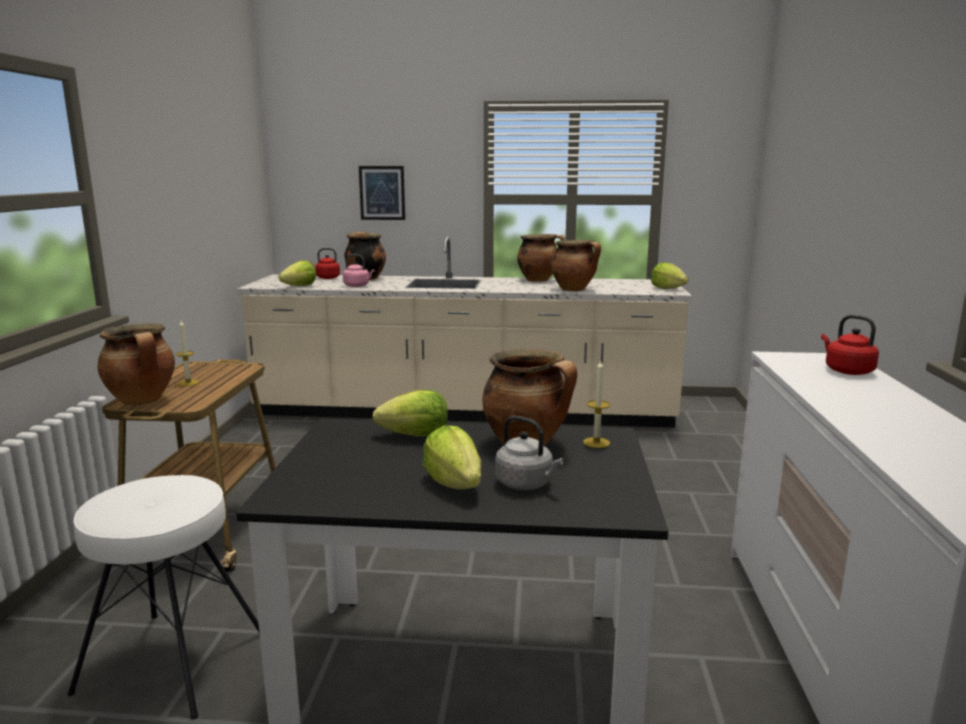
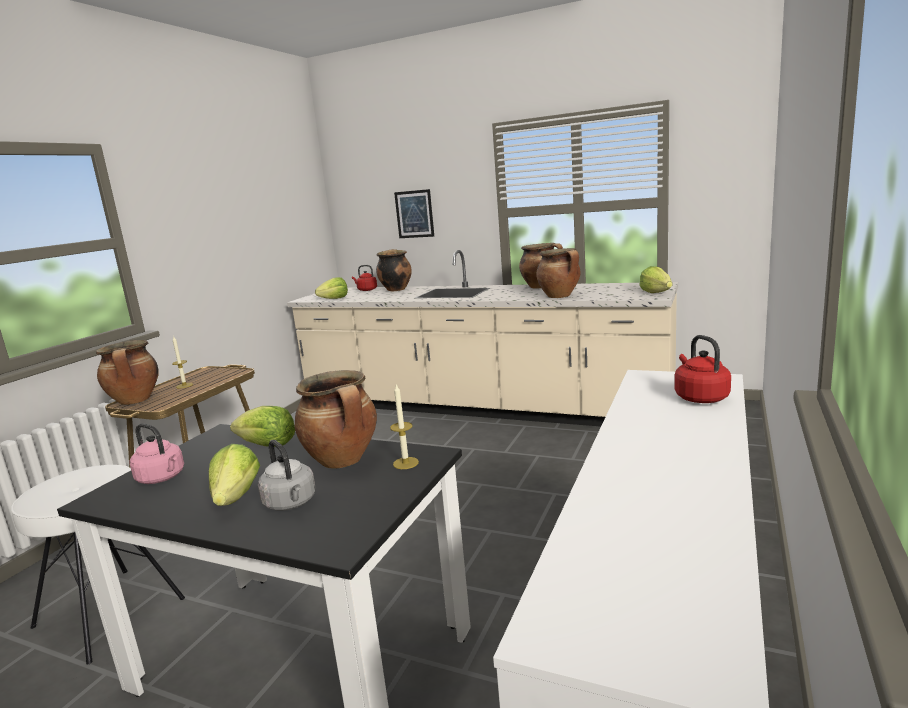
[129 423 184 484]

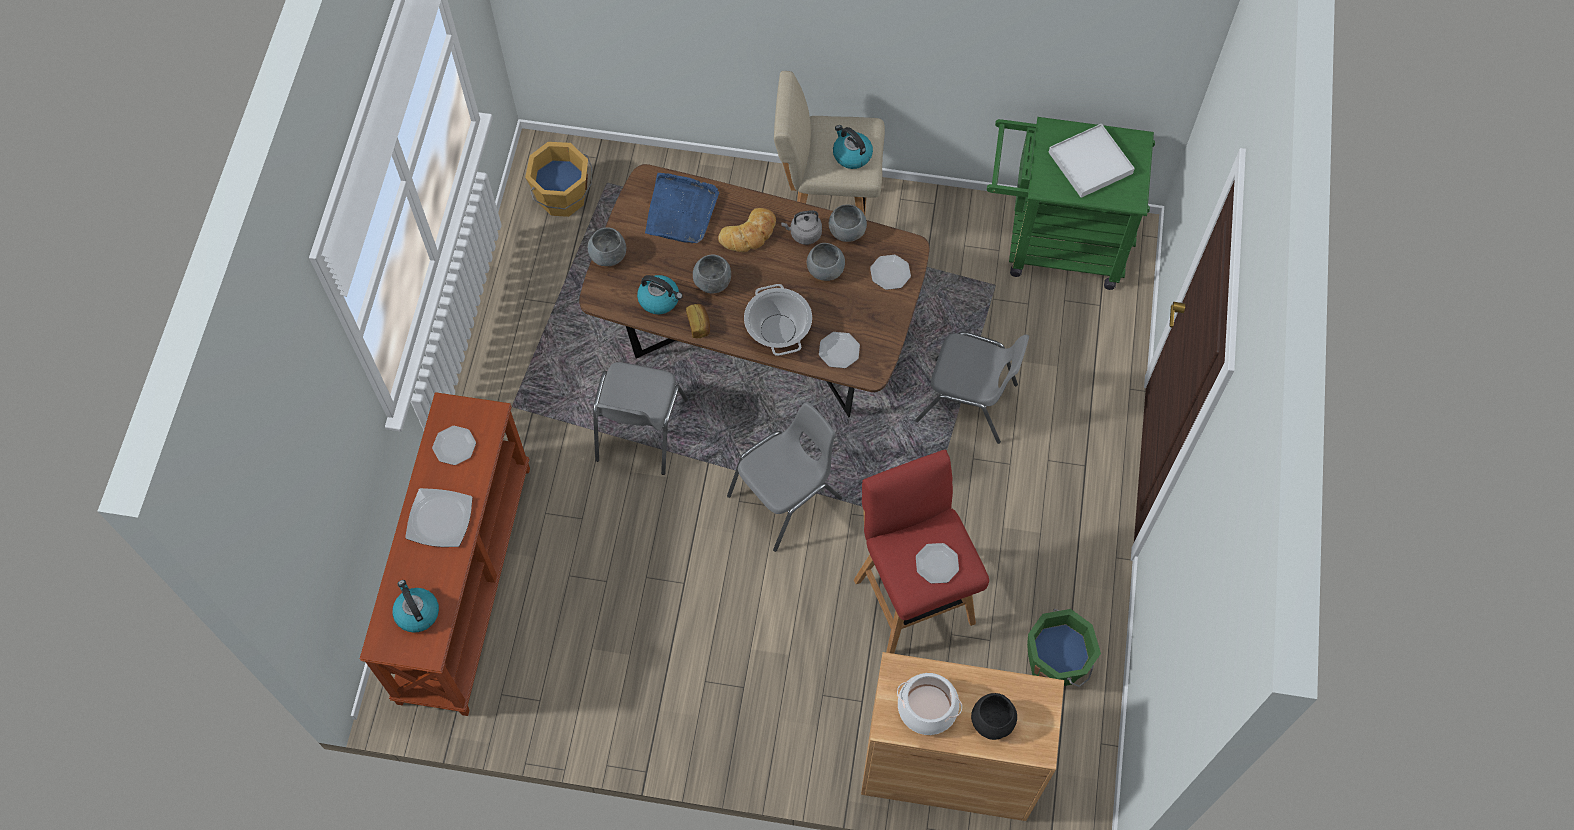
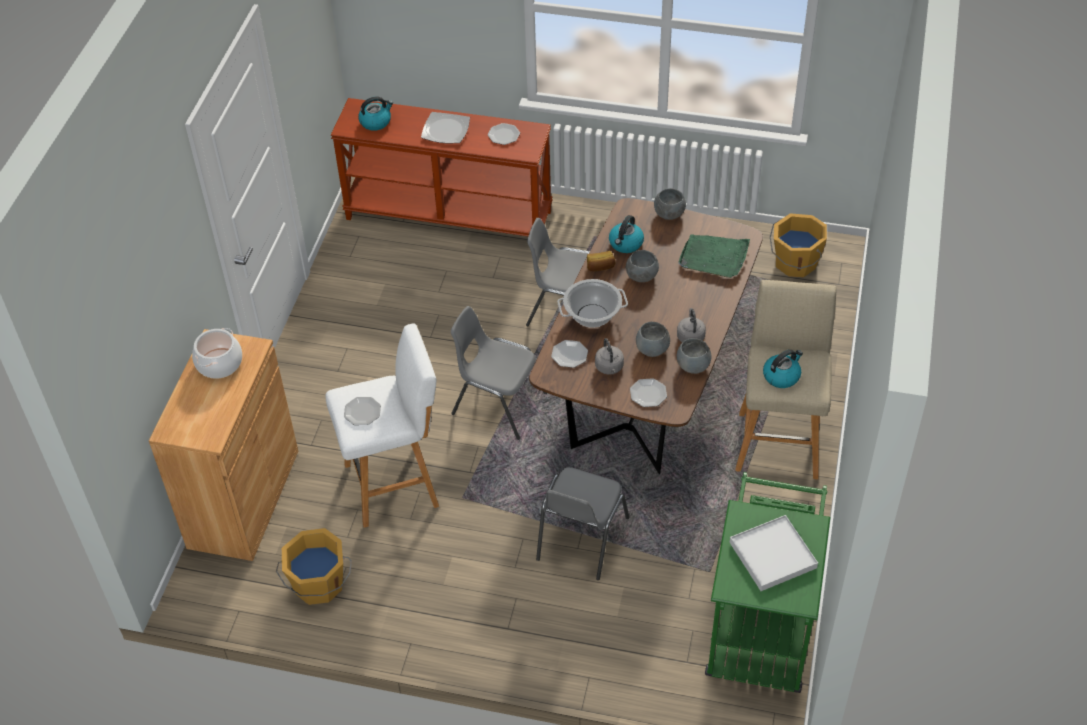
[718 208 776 252] (first image)
[971 693 1017 740] (first image)
[595 338 624 375]
[678 234 750 278]
[325 323 439 528]
[276 528 352 605]
[451 306 547 440]

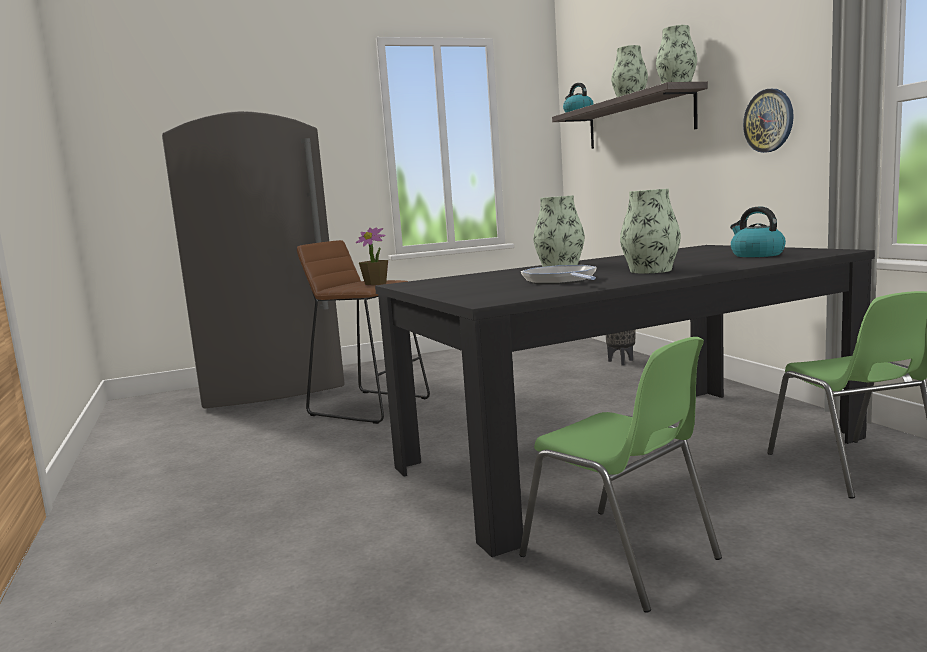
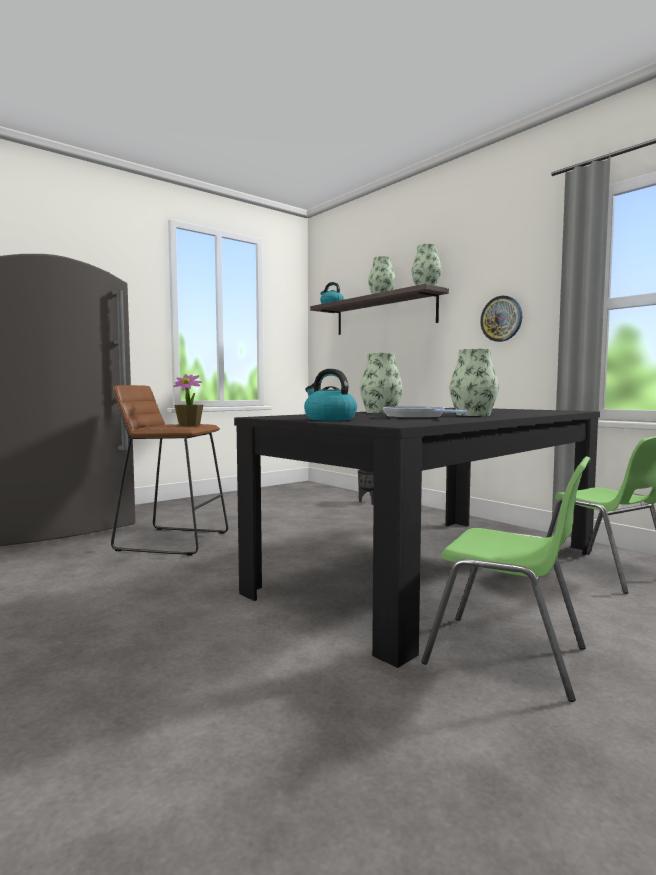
[304 369 357 421]

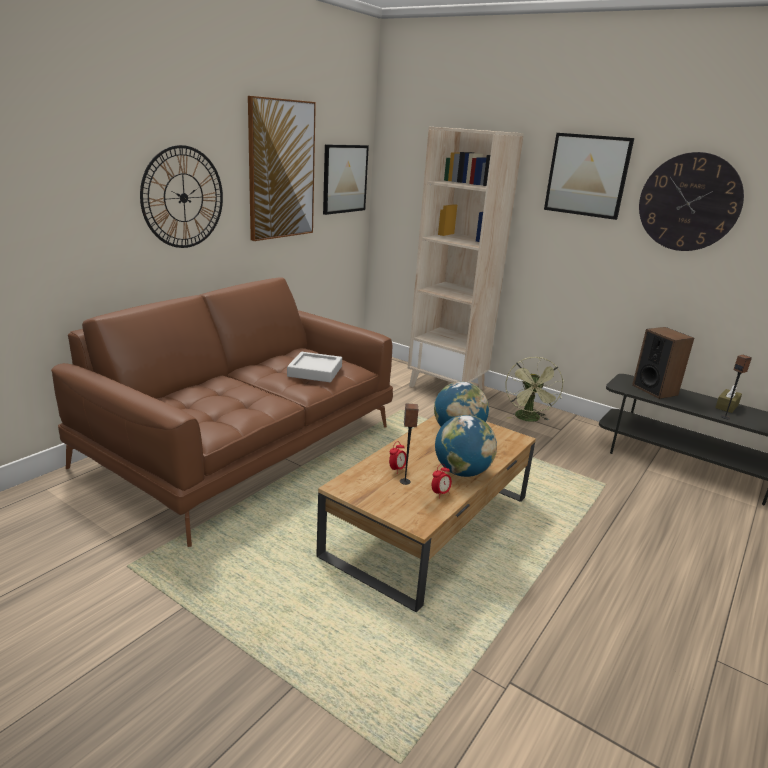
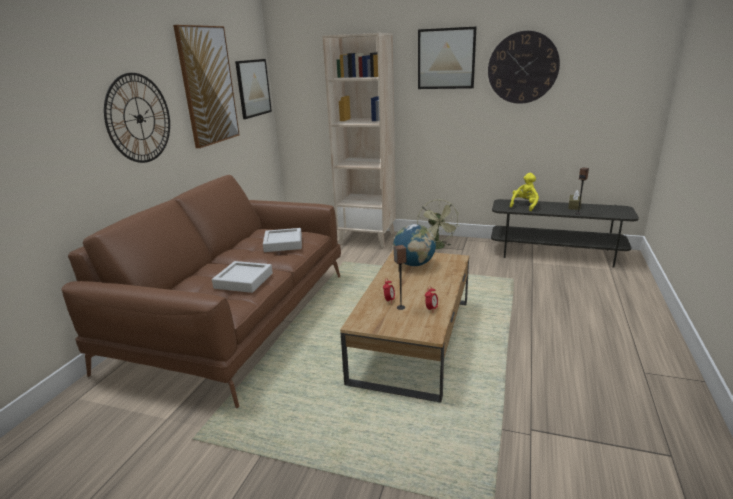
[435 415 497 477] (first image)
[212 261 273 293]
[510 173 539 211]

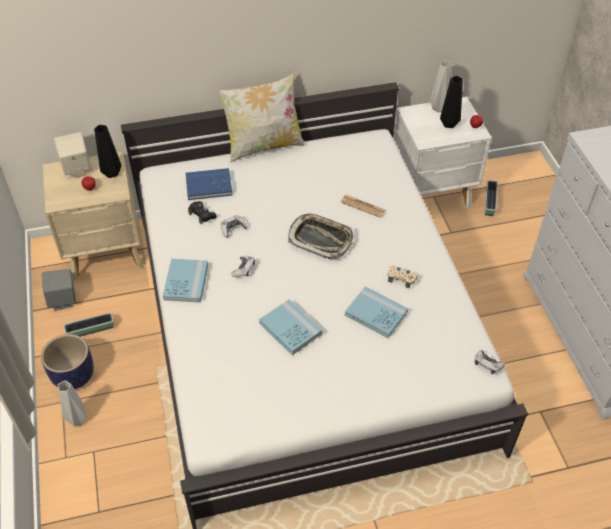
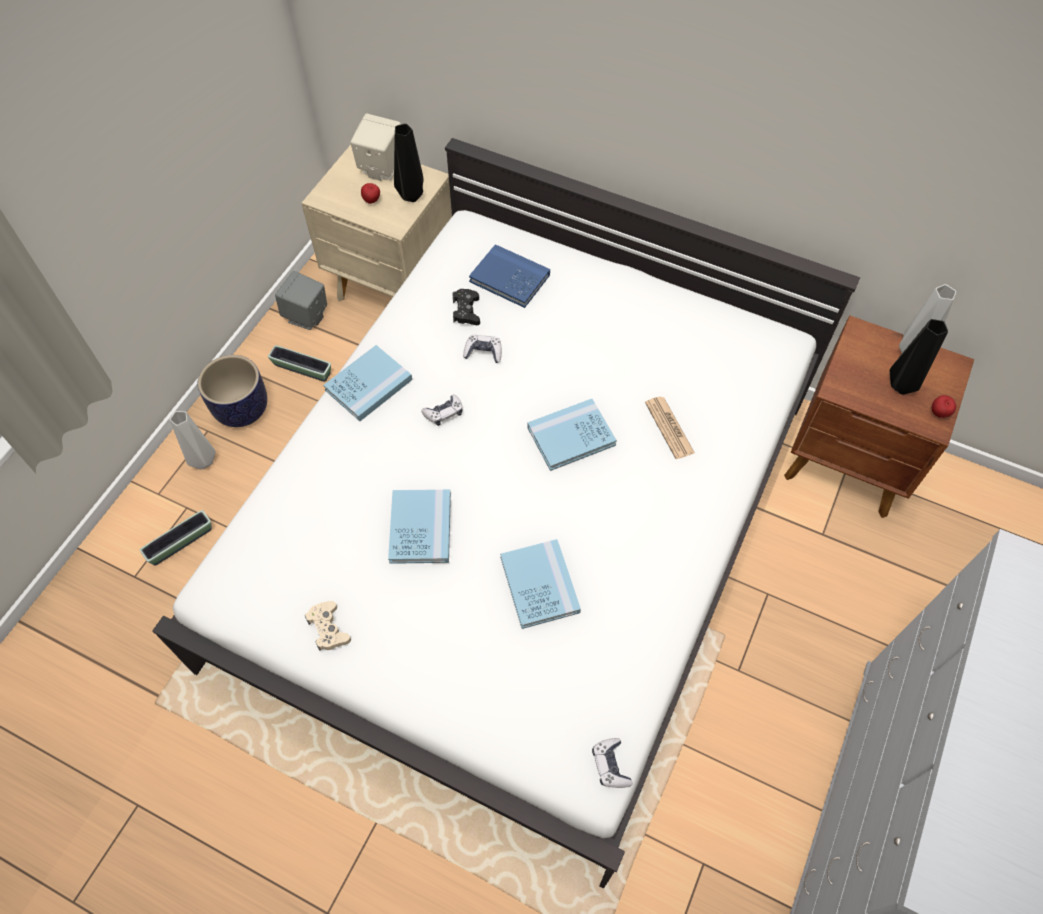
[218 73 304 162] (first image)
[305 601 351 651]
[140 510 212 566]
[527 399 617 471]
[784 316 974 518]

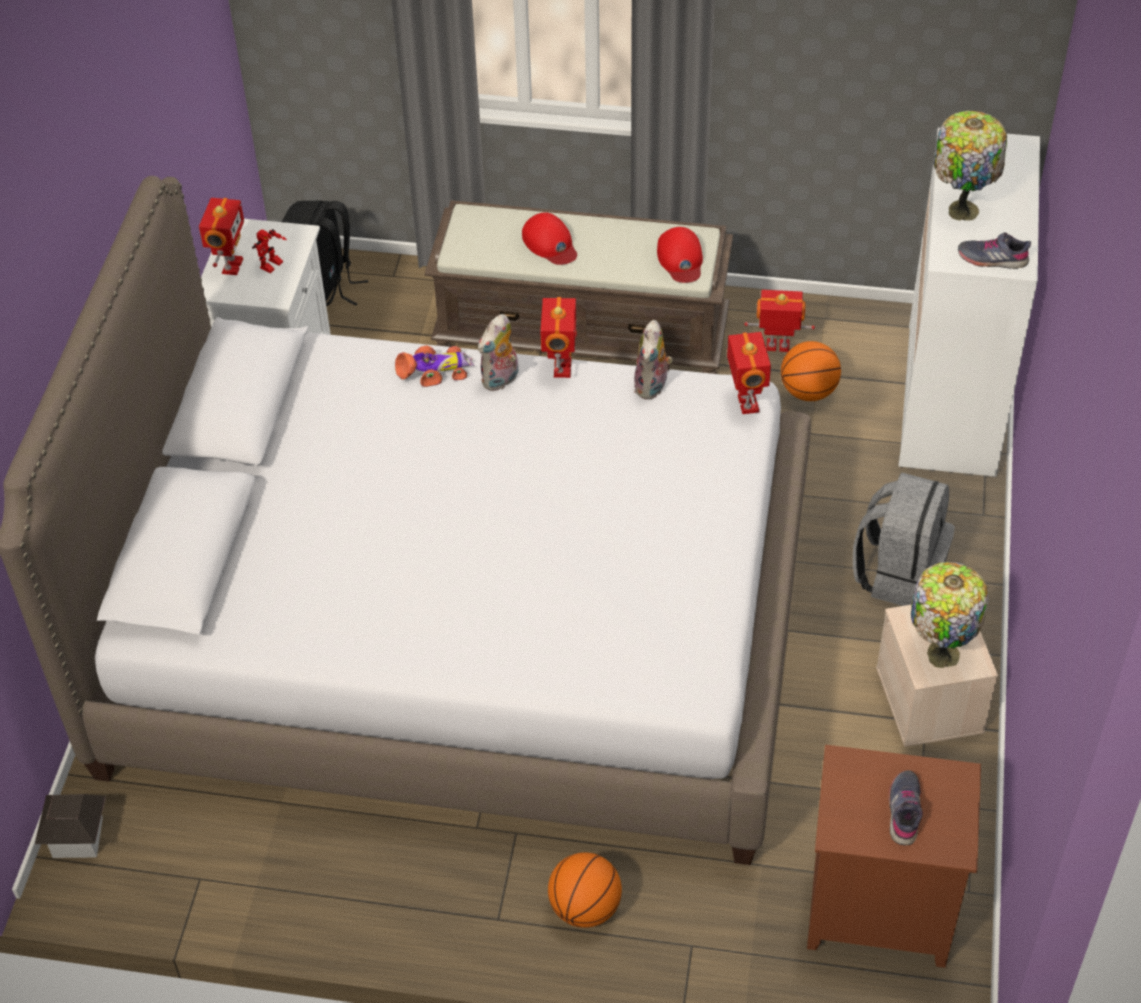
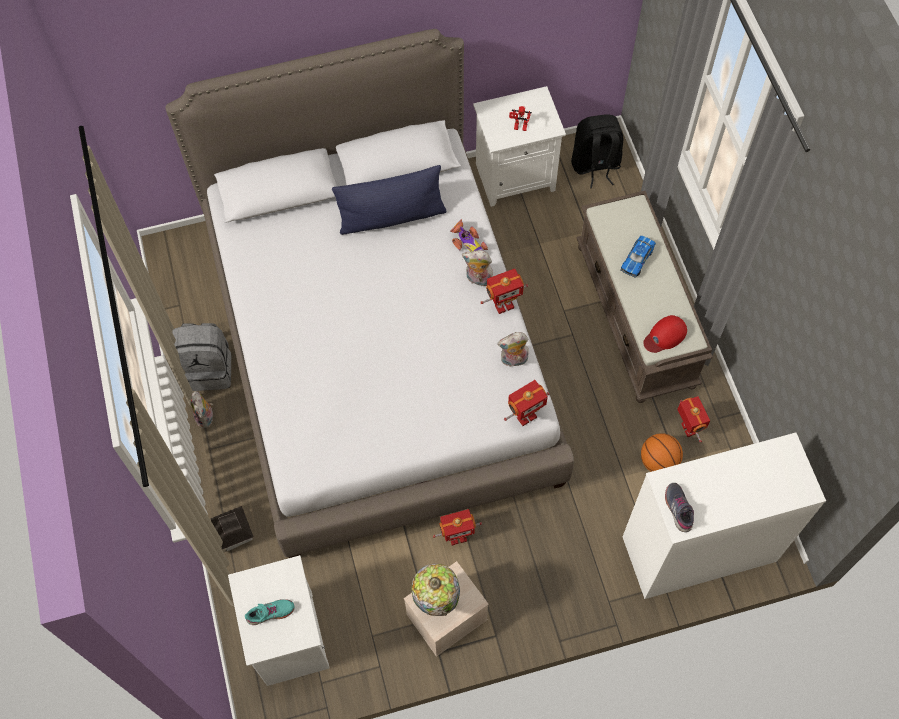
[548 852 622 928] (first image)
[934 111 1007 221] (first image)
[191 391 213 428]
[332 165 446 235]
[210 506 254 551]
[433 509 482 546]
[172 323 231 391]
[620 236 656 278]
[228 555 329 686]
[245 599 294 625]

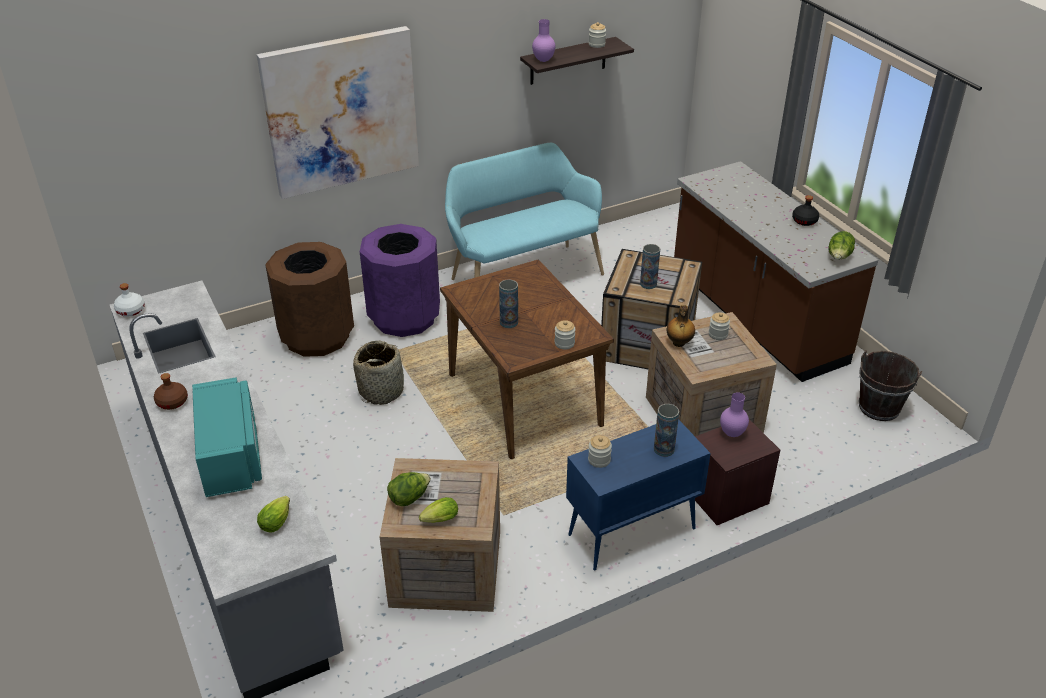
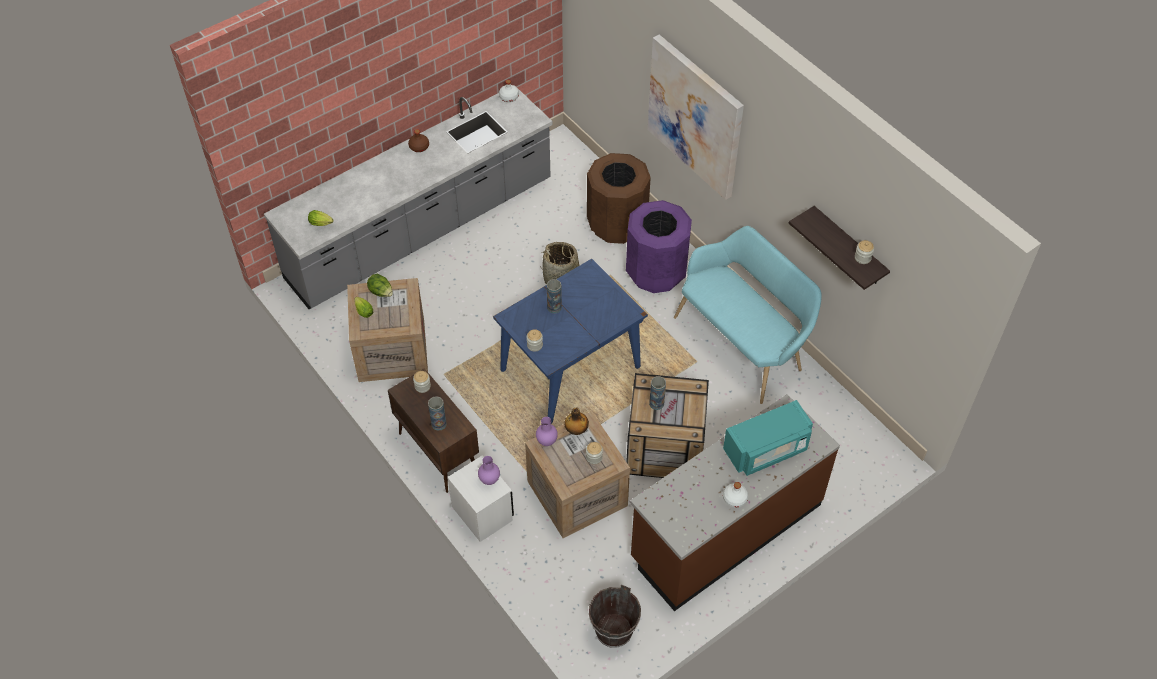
[829 231 855 260] (first image)
[723 400 813 476]
[536 417 558 446]
[493 259 648 424]
[388 368 479 493]
[447 455 514 542]
[723 482 748 507]

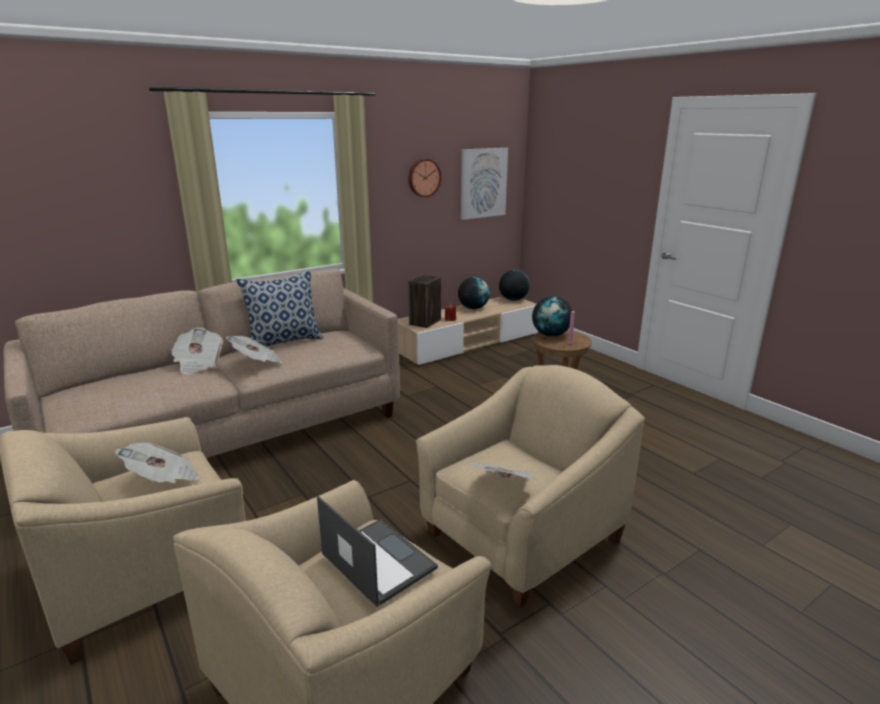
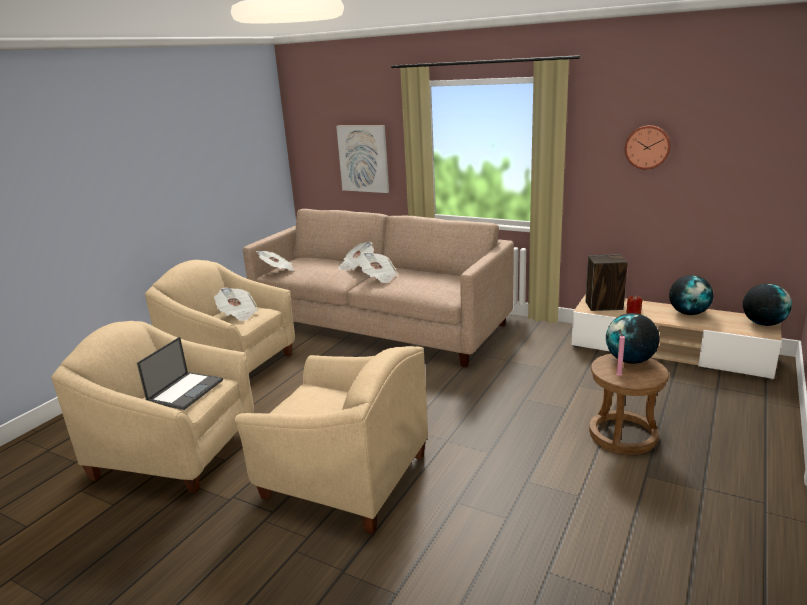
[236 269 323 347] (first image)
[336 126 389 193]
[256 251 295 271]

